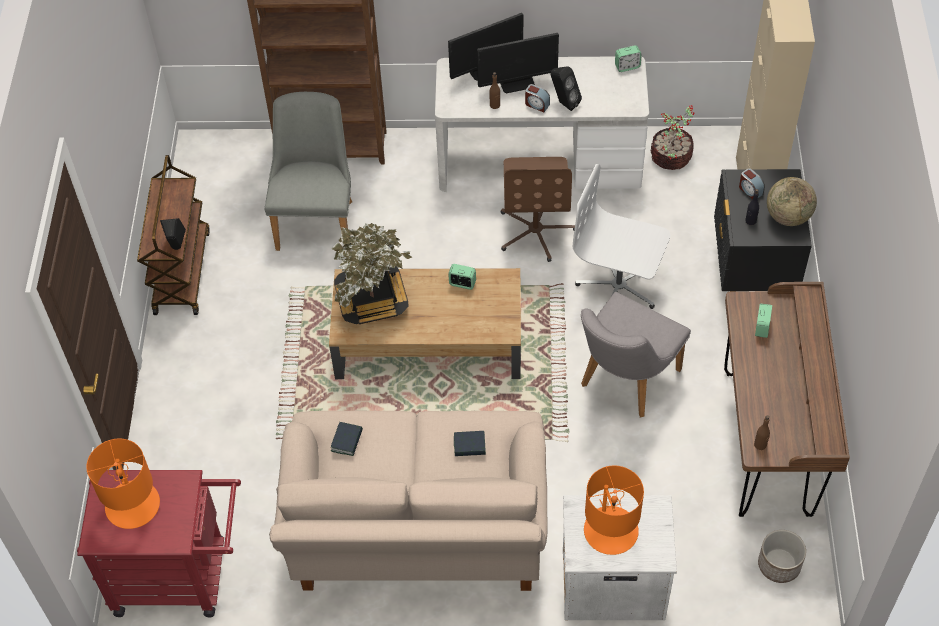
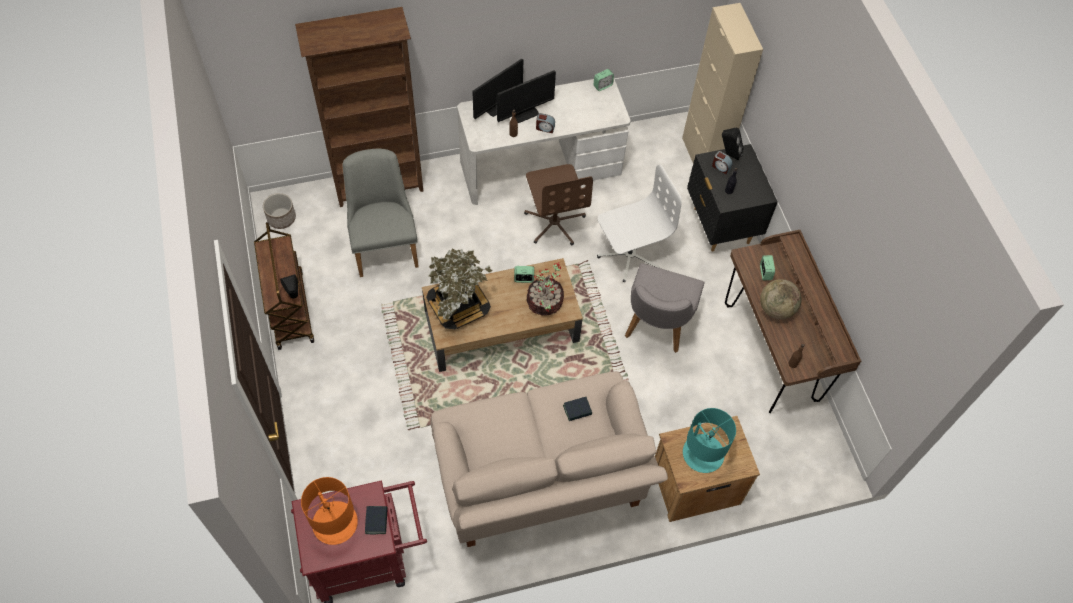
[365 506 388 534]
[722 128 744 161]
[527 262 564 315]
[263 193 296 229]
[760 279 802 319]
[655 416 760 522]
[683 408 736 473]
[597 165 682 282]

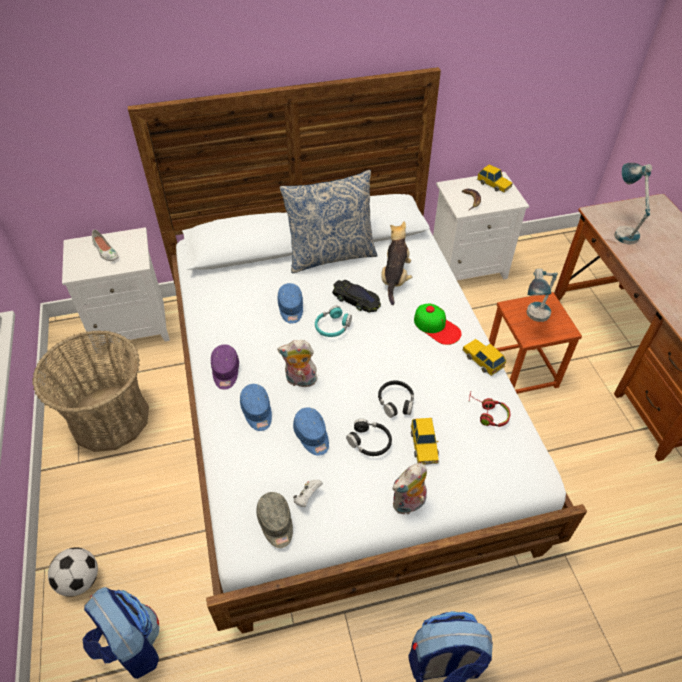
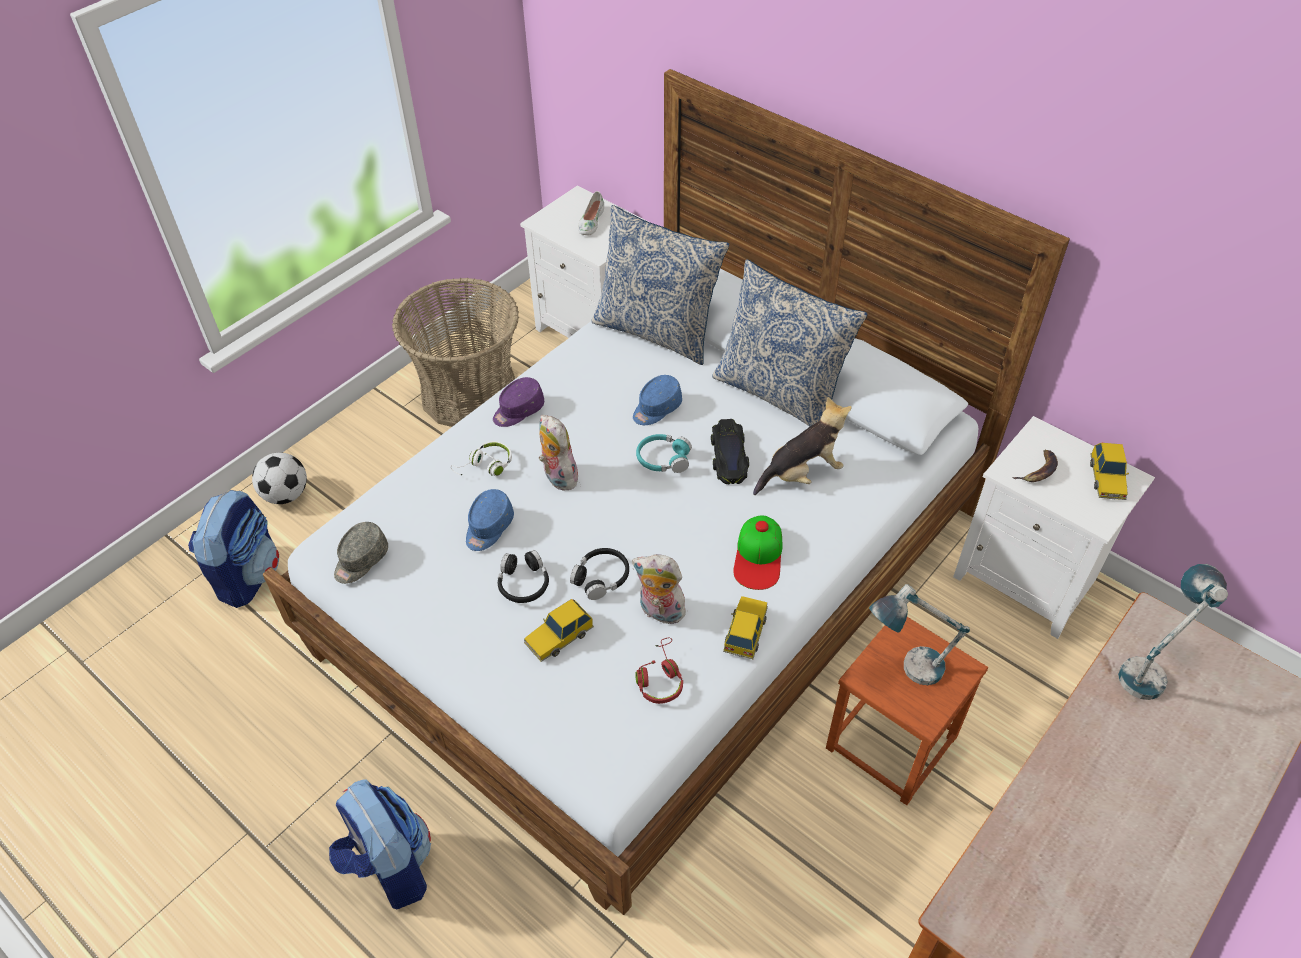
[293 480 323 507] (first image)
[591 205 729 365]
[632 554 686 624]
[451 441 512 476]

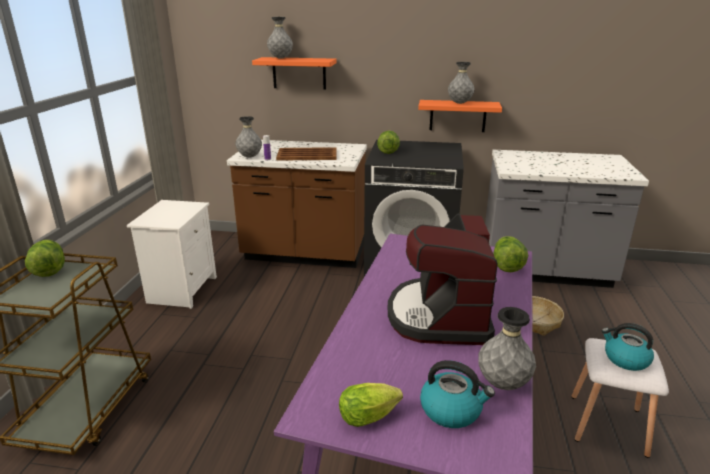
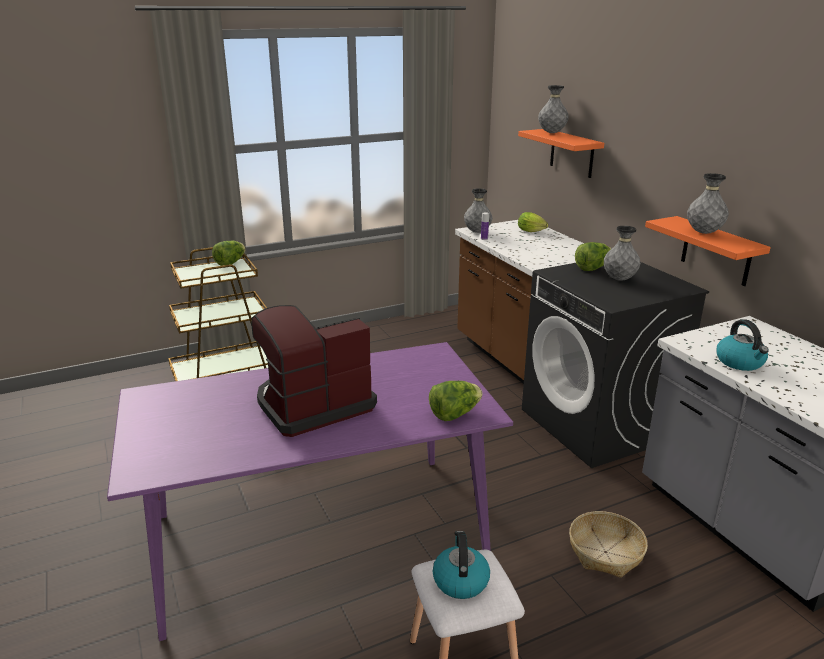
[127 200 217 309] (first image)
[276 147 337 161] (first image)
[518 212 548 232]
[716 319 769 371]
[604 226 641 281]

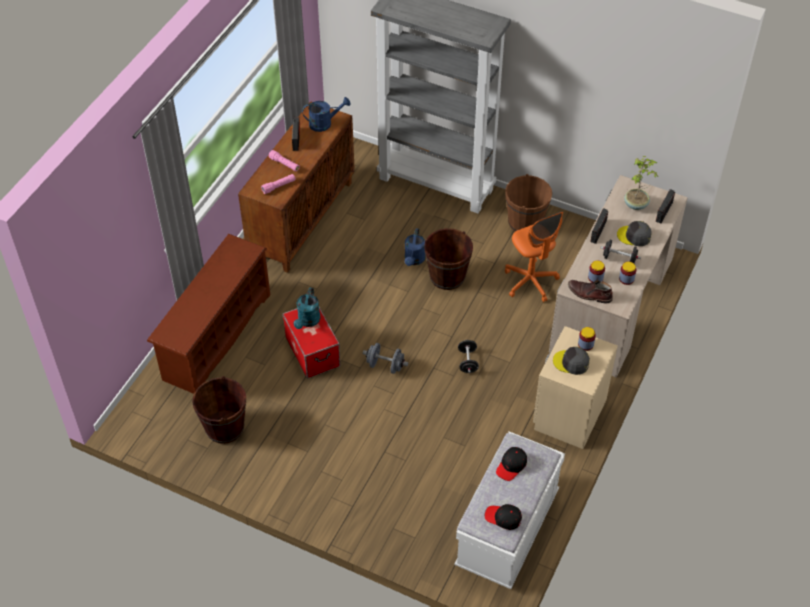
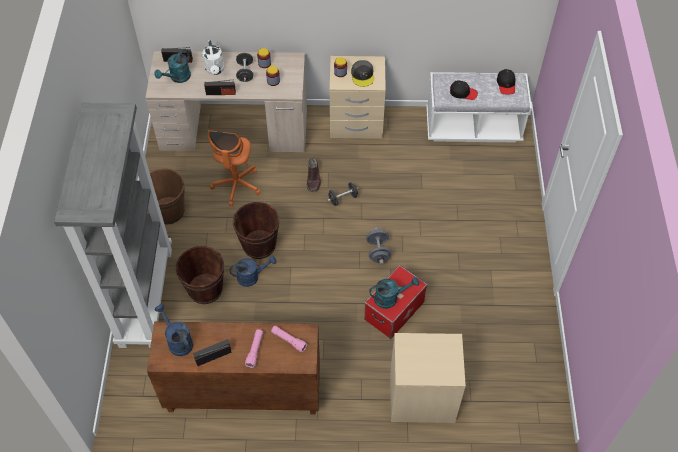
[176 246 224 304]
[307 158 321 192]
[390 333 466 423]
[202 40 224 75]
[154 49 191 83]
[208 130 261 206]

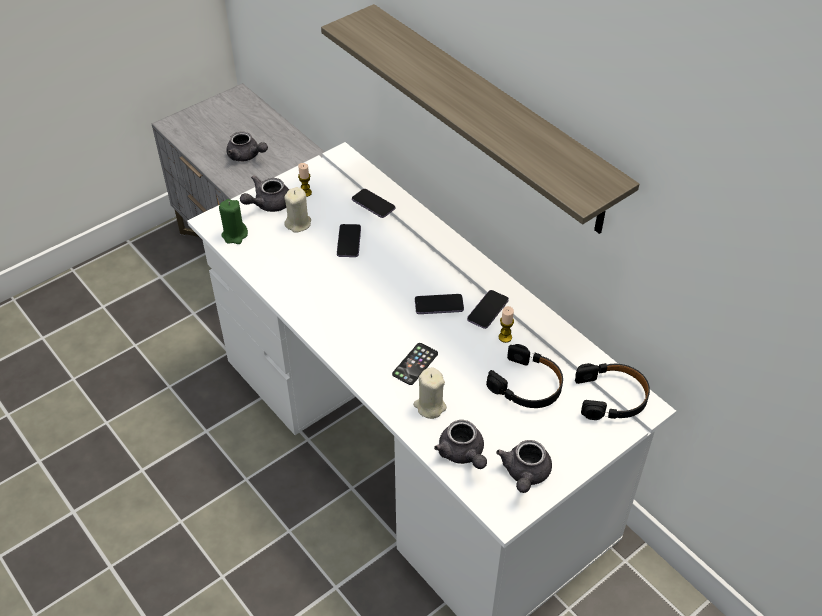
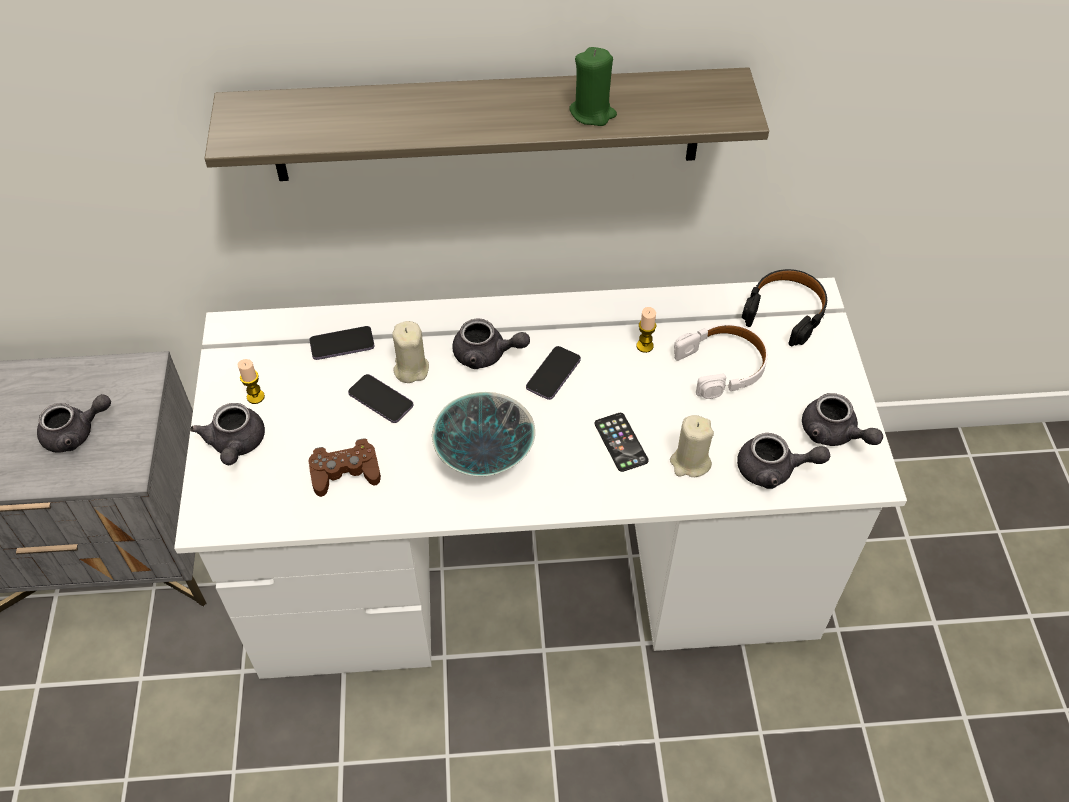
[467 290 509 329] (first image)
[308 438 381 497]
[432 392 535 477]
[452 318 530 369]
[569 47 617 126]
[392 321 429 383]
[674 324 768 399]

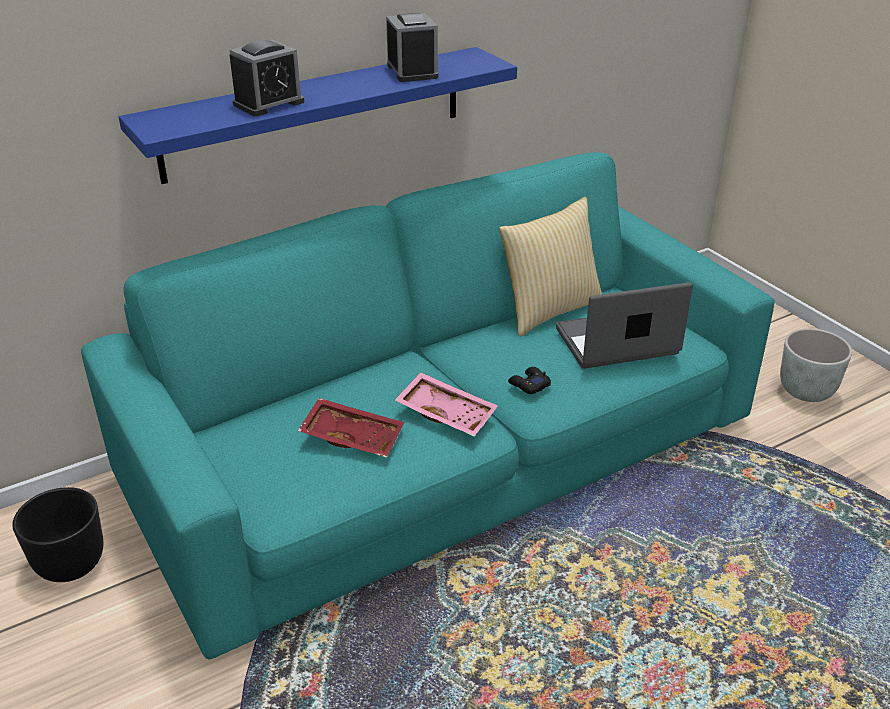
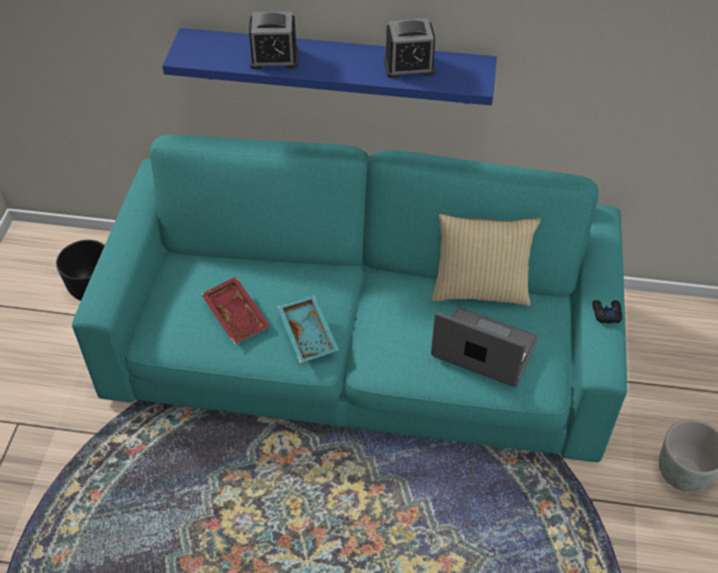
[592 300 622 323]
[277 294 339 363]
[384 18 436 78]

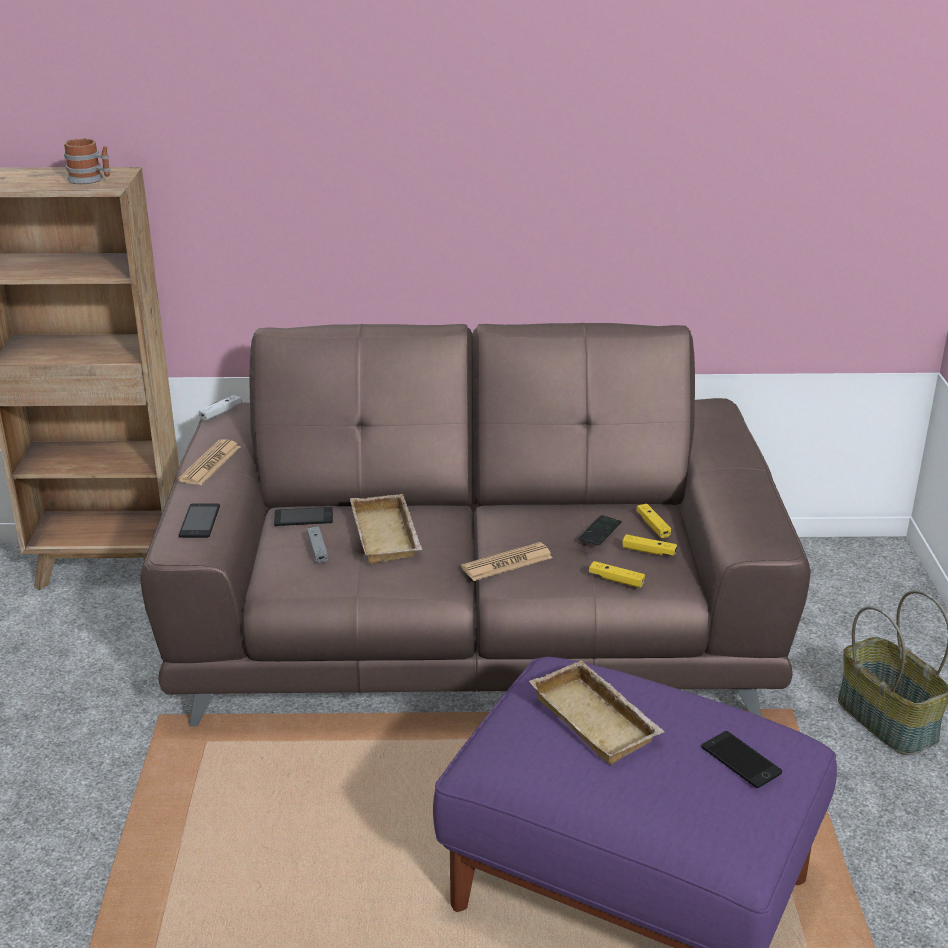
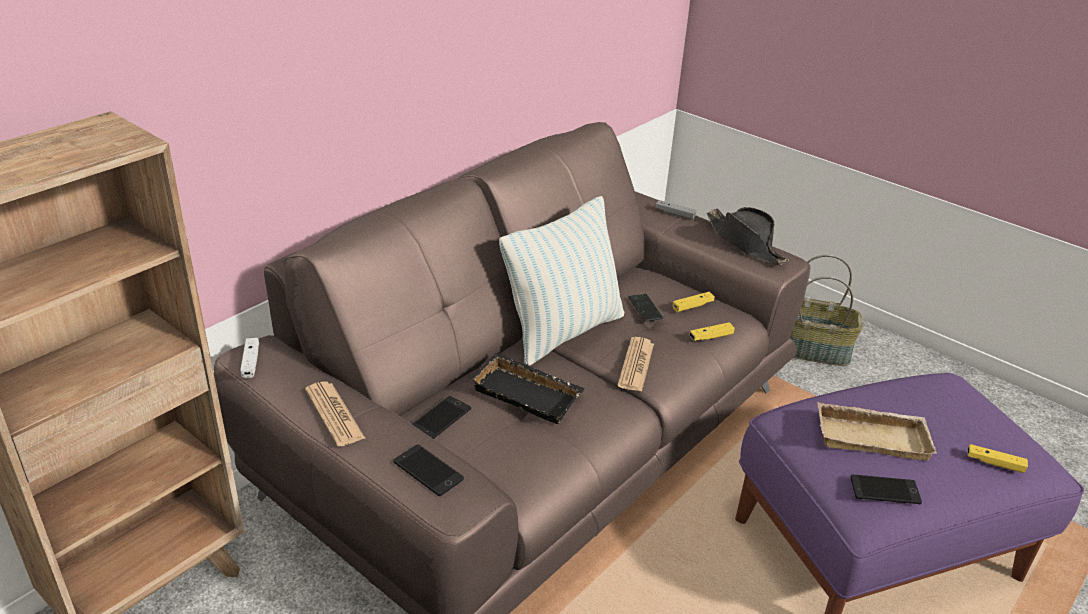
[64 138 111 184] (first image)
[499 196 624 366]
[707 207 789 265]
[655 200 697 220]
[967 444 1028 473]
[850 474 922 504]
[469 353 585 424]

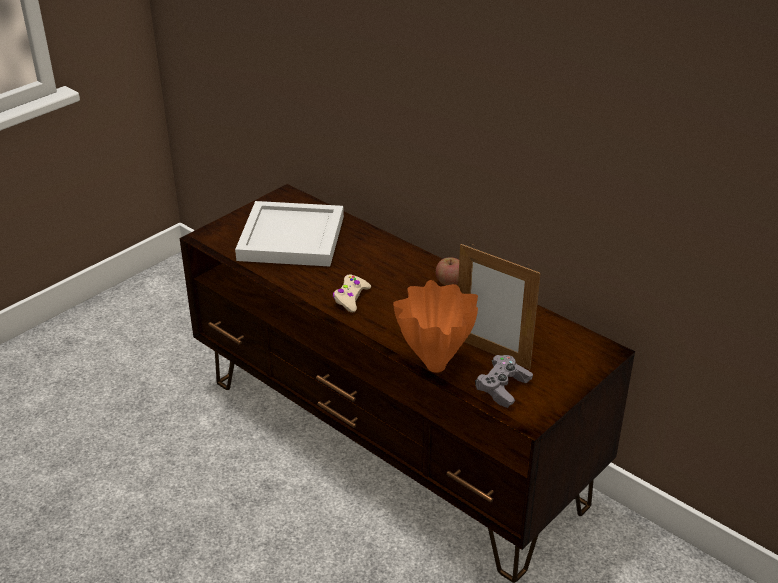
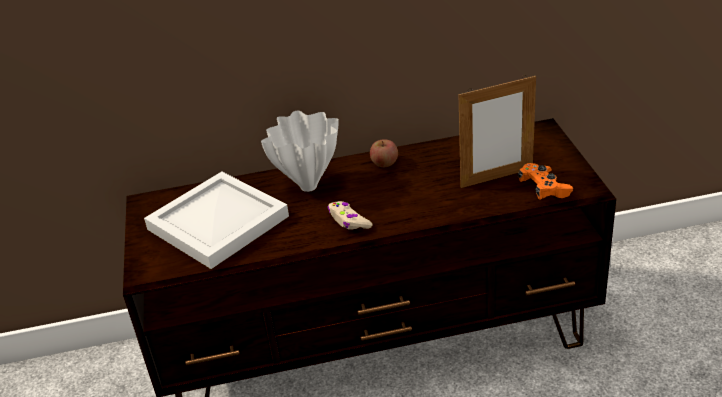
[393 280 478 373] (first image)
[261 111 338 192]
[518 163 573 200]

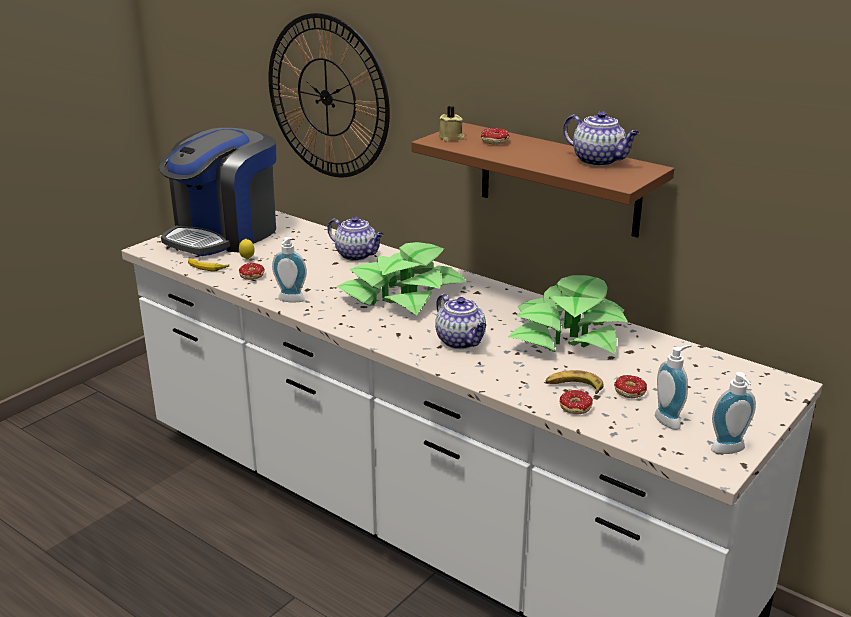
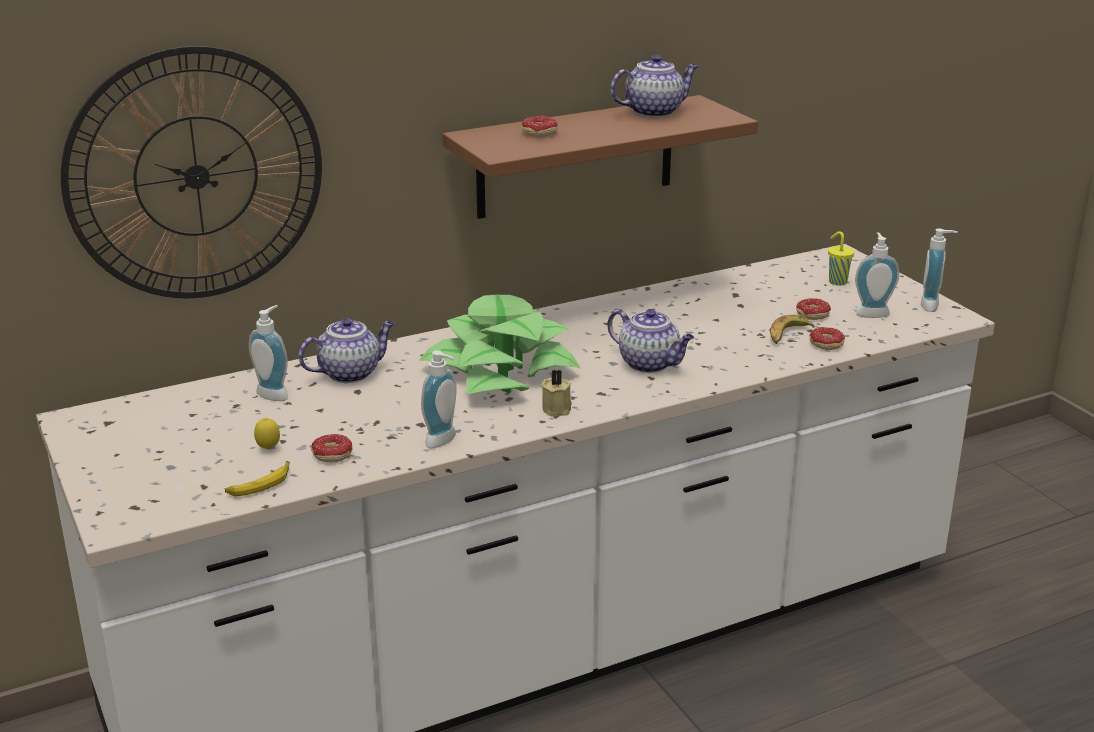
[159 128 276 256] (first image)
[508 275 628 354] (first image)
[249 305 288 401]
[828 231 854 286]
[541 370 572 416]
[608 309 694 373]

